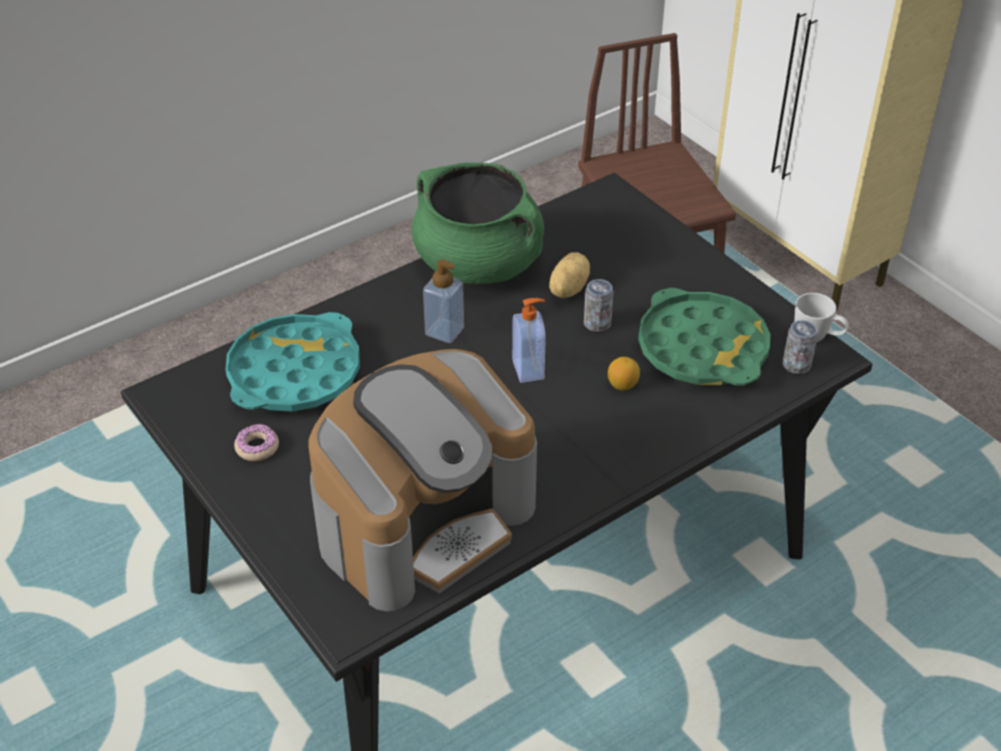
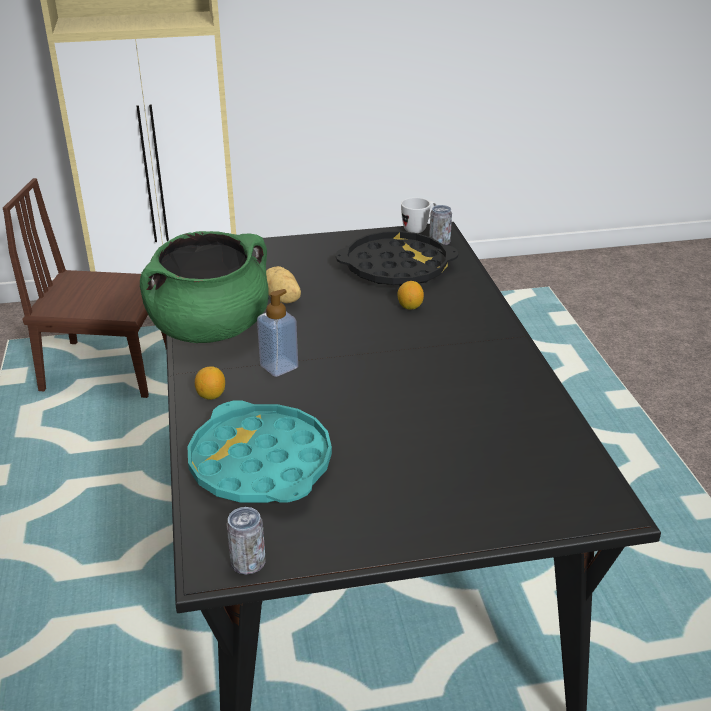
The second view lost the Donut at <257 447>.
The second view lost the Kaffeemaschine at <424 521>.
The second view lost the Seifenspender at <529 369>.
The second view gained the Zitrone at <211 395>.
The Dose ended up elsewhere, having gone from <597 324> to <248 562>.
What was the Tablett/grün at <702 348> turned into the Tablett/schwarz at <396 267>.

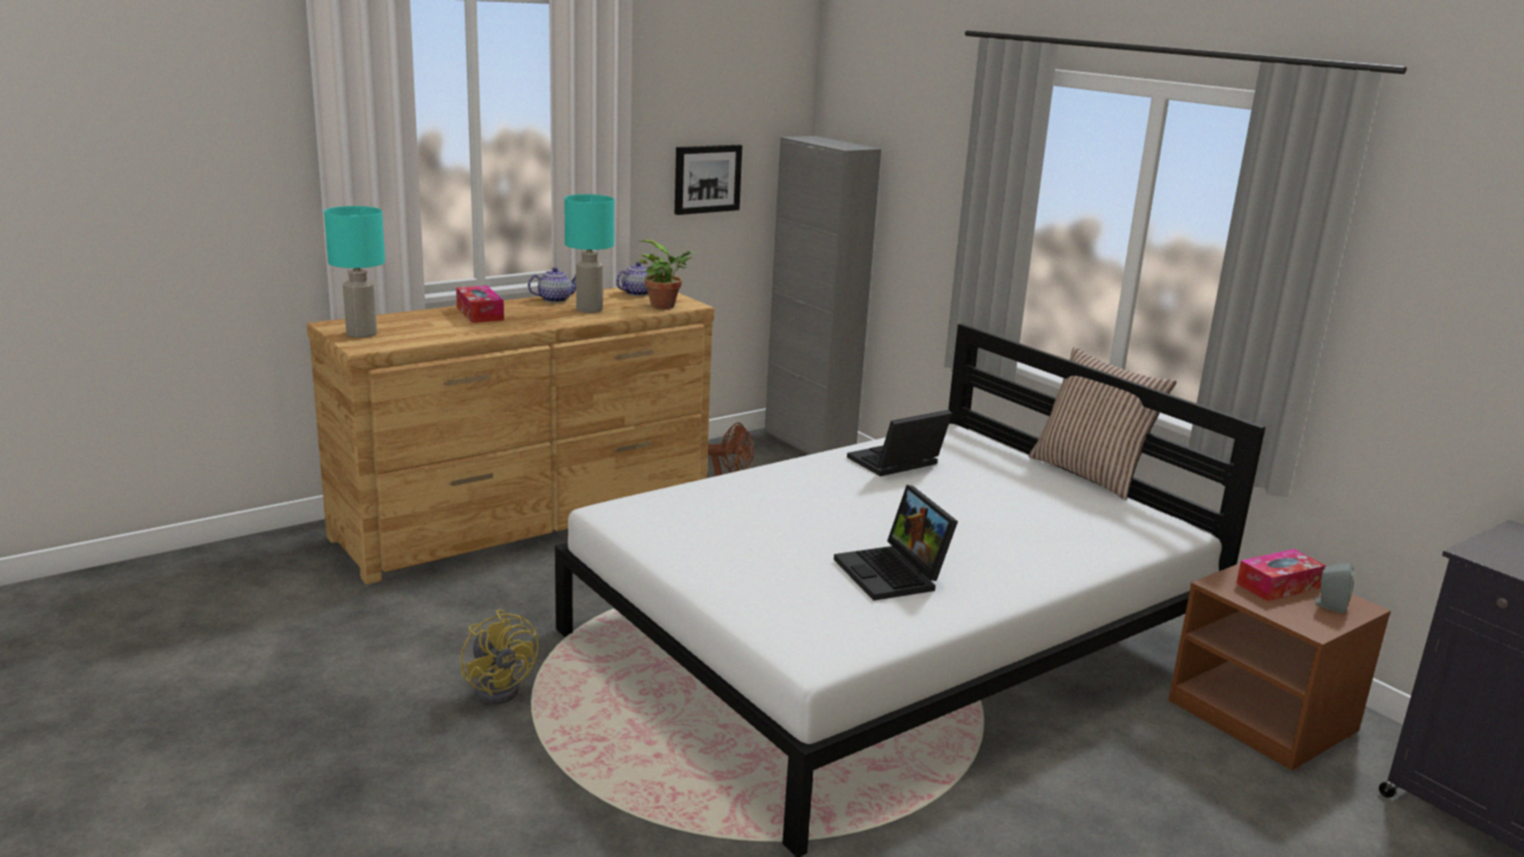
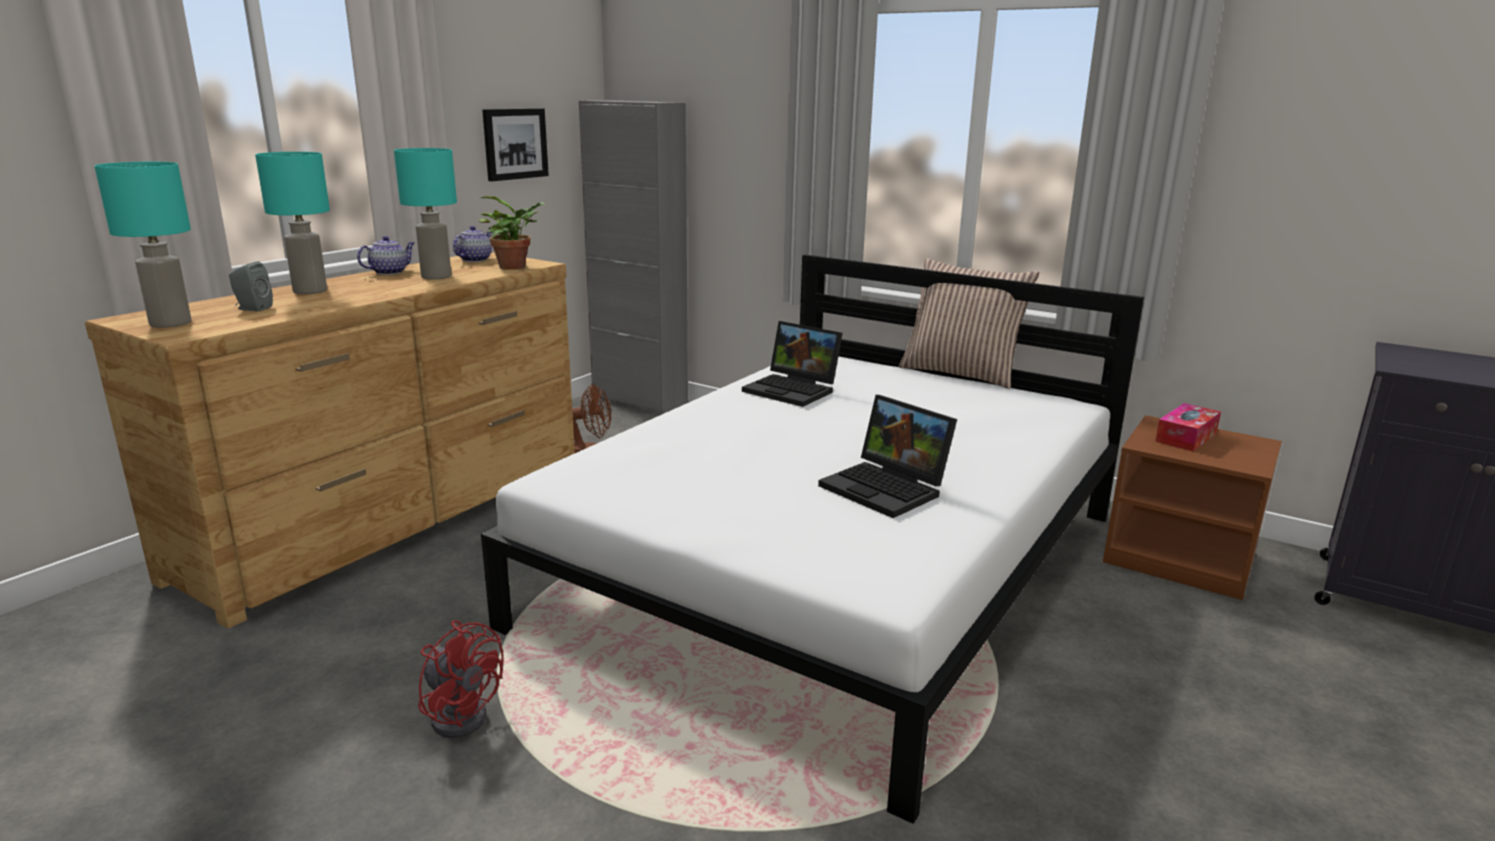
The Lautsprecher/grau ended up elsewhere, having gone from <1329 606> to <252 308>.
Where the Taschentuchbox stood at <480 313>, the Tischlampe/türkis came to stand at <311 291>.
What was the Ventilator/gelb at <501 687> turned into the Ventilator/rot at <461 713>.
The Laptop at <895 464> ended up facing another way, 90 degrees counterclockwise from before.

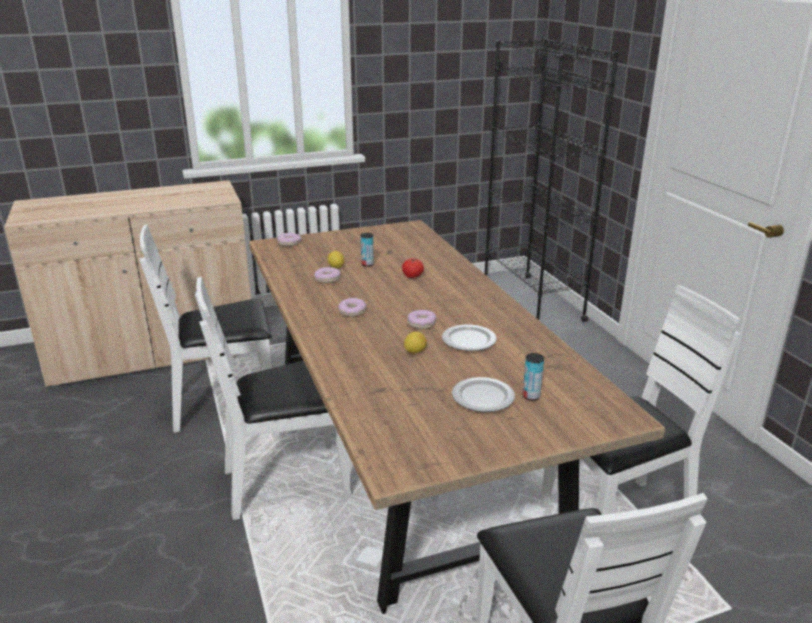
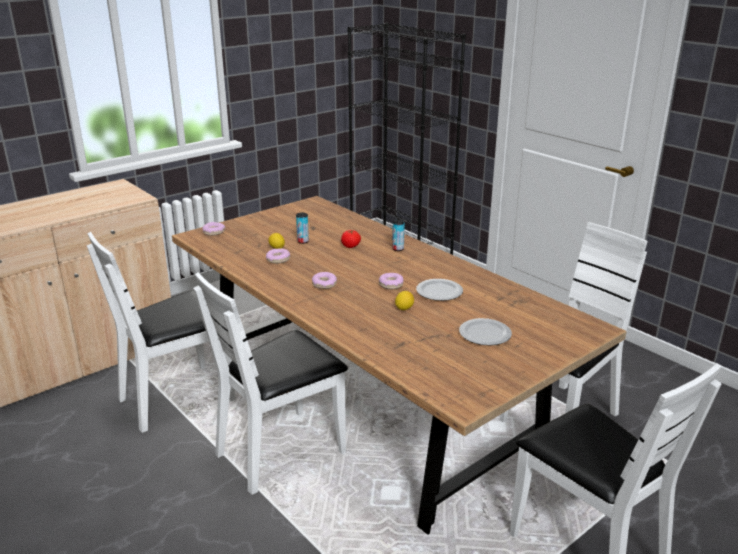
The Dose ended up elsewhere, having gone from <531 396> to <398 249>.

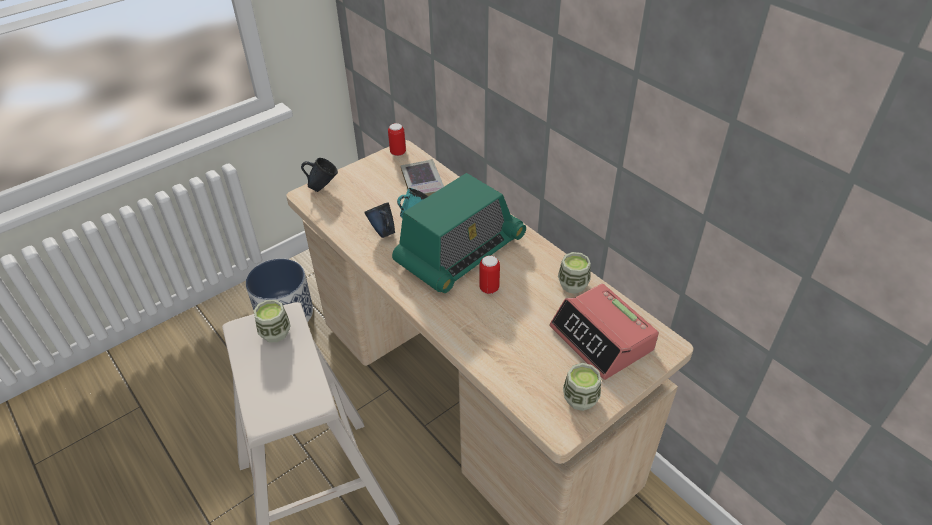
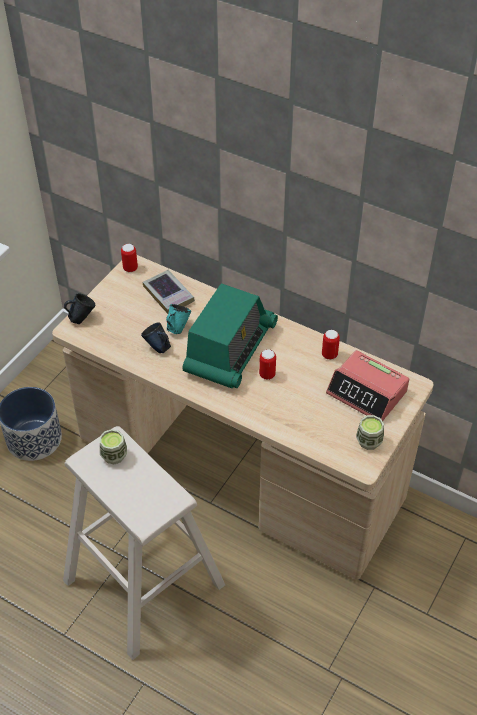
Where the Tasse stood at <573 284>, the Dose came to stand at <329 355>.

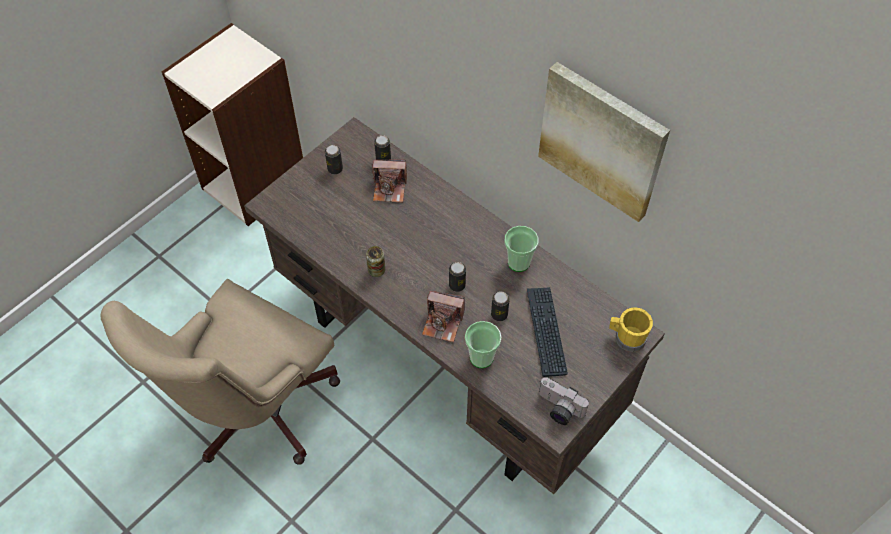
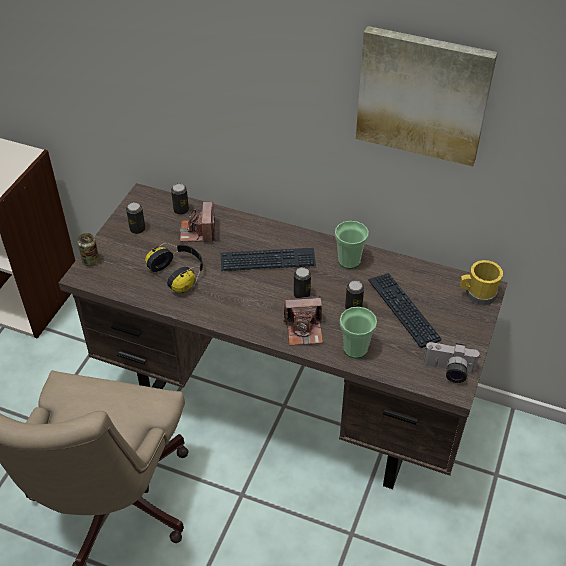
The second view gained the Kopfhörer at <179 273>.
The second view gained the Tastatur at <268 261>.
The Dose ended up elsewhere, having gone from <376 270> to <91 261>.
The Kamera at <390 188> ended up facing another way, 105 degrees clockwise from before.

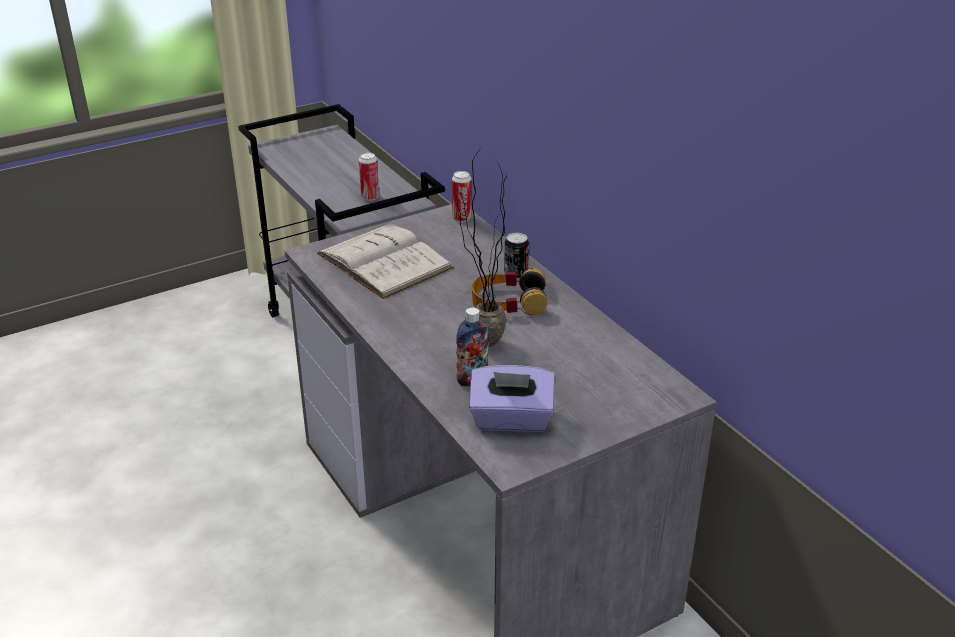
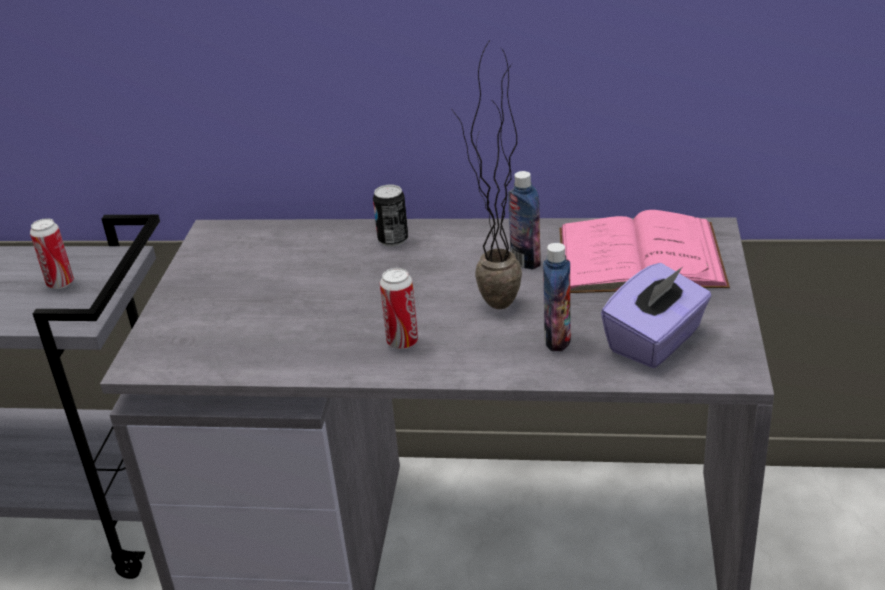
The second view lost the Buch/weiß at <384 261>.
The second view lost the Kopfhörer at <508 302>.
The second view gained the Flasche at <525 261>.
The second view gained the Buch/rosa at <640 257>.
The Dose ended up elsewhere, having gone from <462 218> to <402 342>.

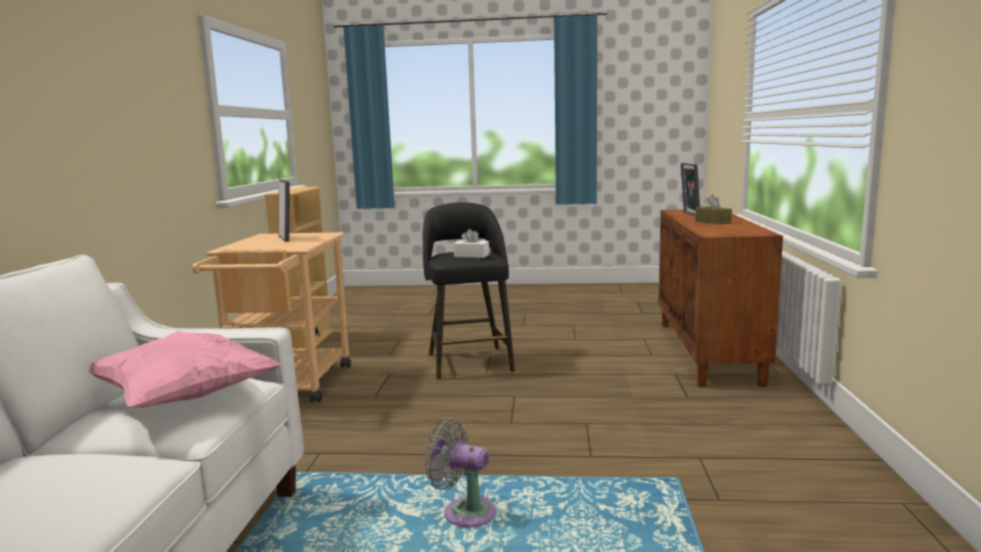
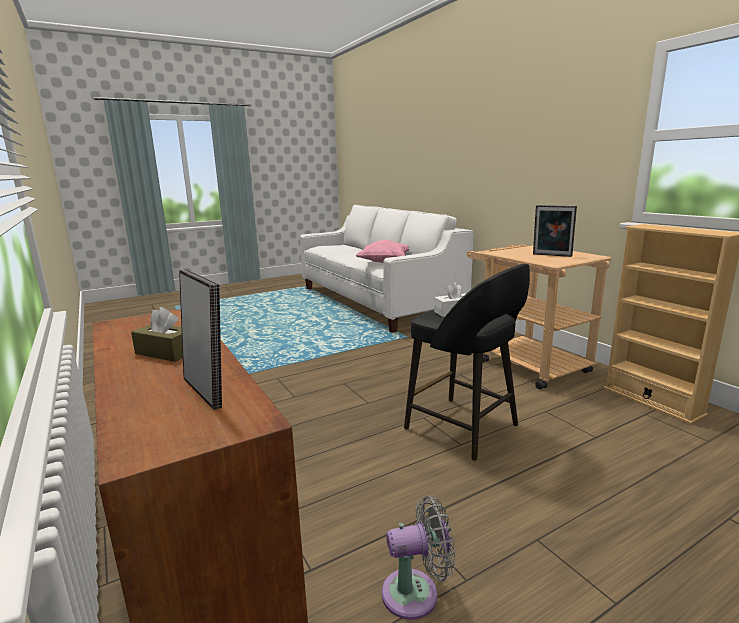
The Ventilator/grau ended up elsewhere, having gone from <464 512> to <416 593>.

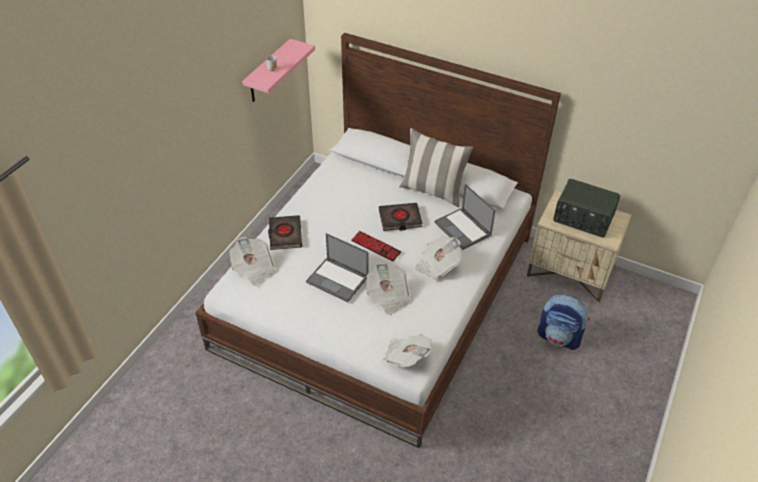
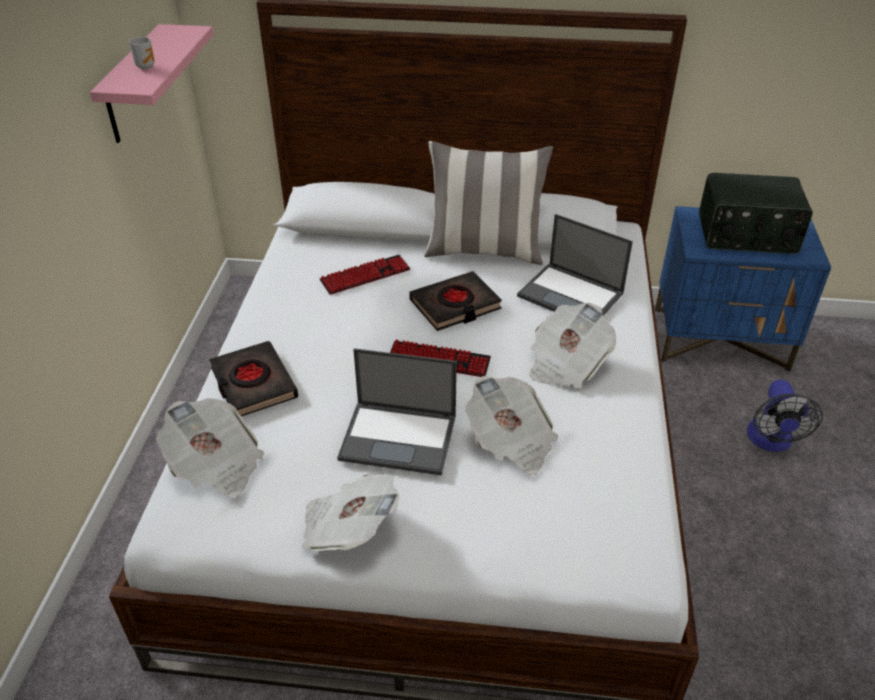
The second view gained the Tastatur at <365 276>.
The Zeitung ended up elsewhere, having gone from <406 357> to <348 529>.
Where the Rucksack stood at <559 337>, the Ventilator came to stand at <771 441>.
What was the Nachttisch/beige at <570 272> turned into the Nachttisch/blau at <720 339>.

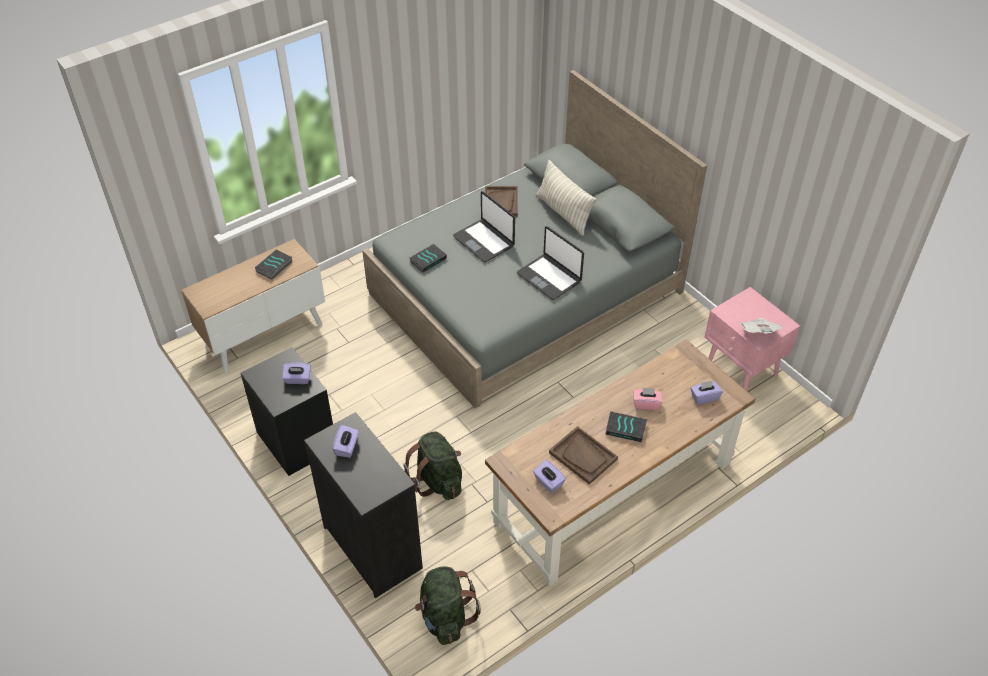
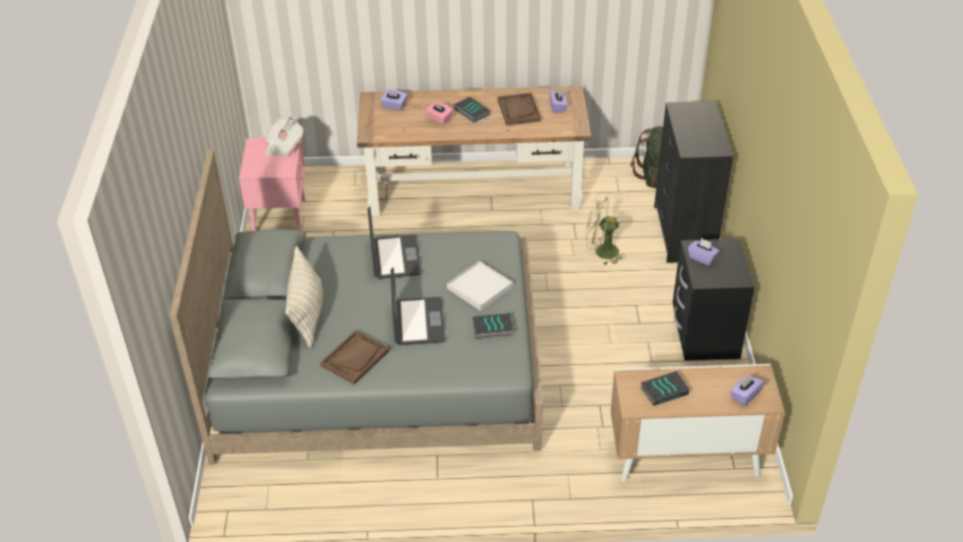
The second view gained the Tablett/weiß at <479 288>.
The Taschentuchbox/lila ended up elsewhere, having gone from <347 447> to <745 396>.
Where the Rucksack/grün stood at <438 480>, the Ventilator/grün came to stand at <601 252>.

